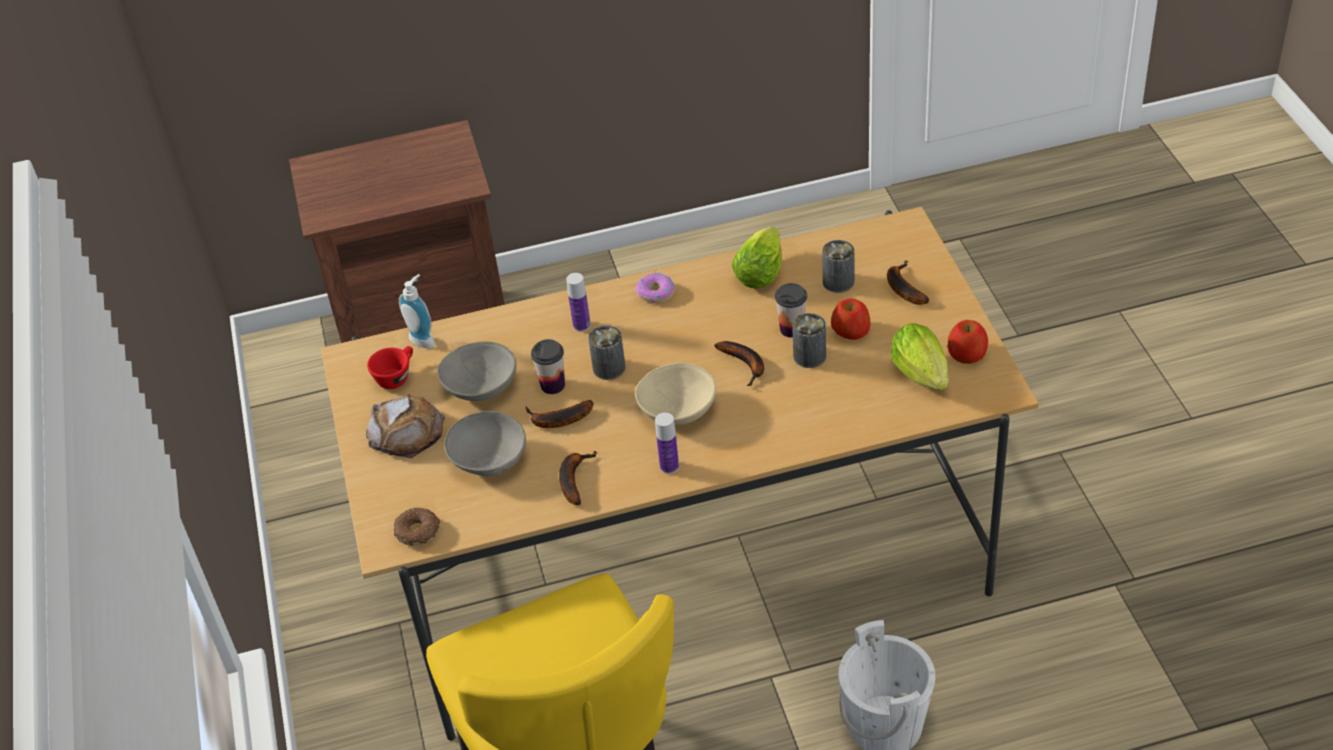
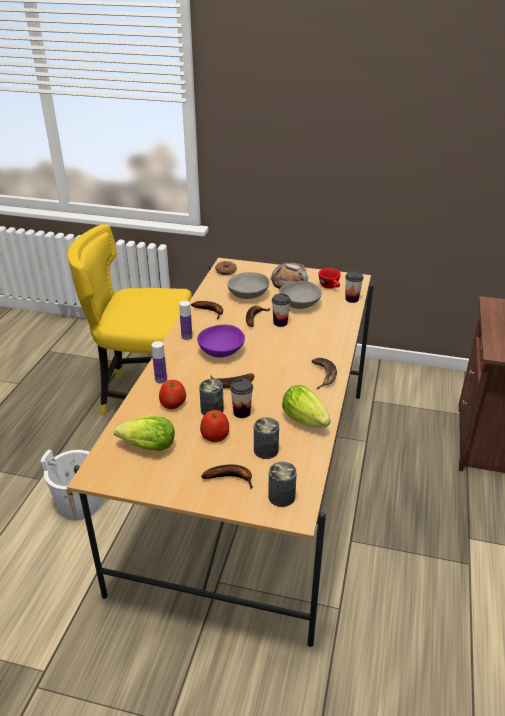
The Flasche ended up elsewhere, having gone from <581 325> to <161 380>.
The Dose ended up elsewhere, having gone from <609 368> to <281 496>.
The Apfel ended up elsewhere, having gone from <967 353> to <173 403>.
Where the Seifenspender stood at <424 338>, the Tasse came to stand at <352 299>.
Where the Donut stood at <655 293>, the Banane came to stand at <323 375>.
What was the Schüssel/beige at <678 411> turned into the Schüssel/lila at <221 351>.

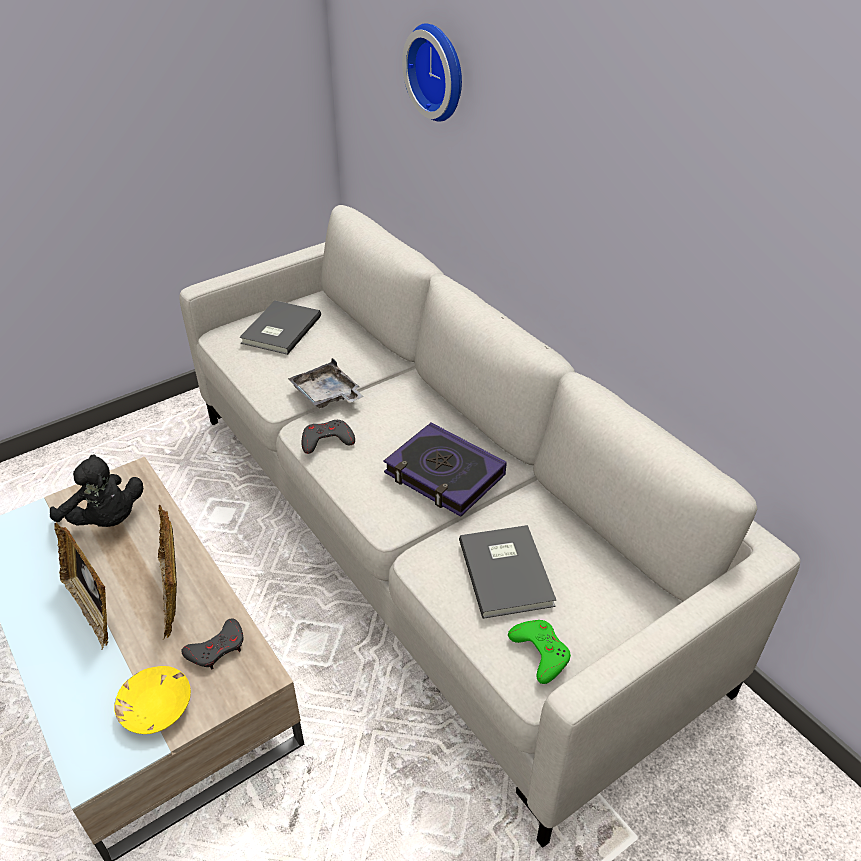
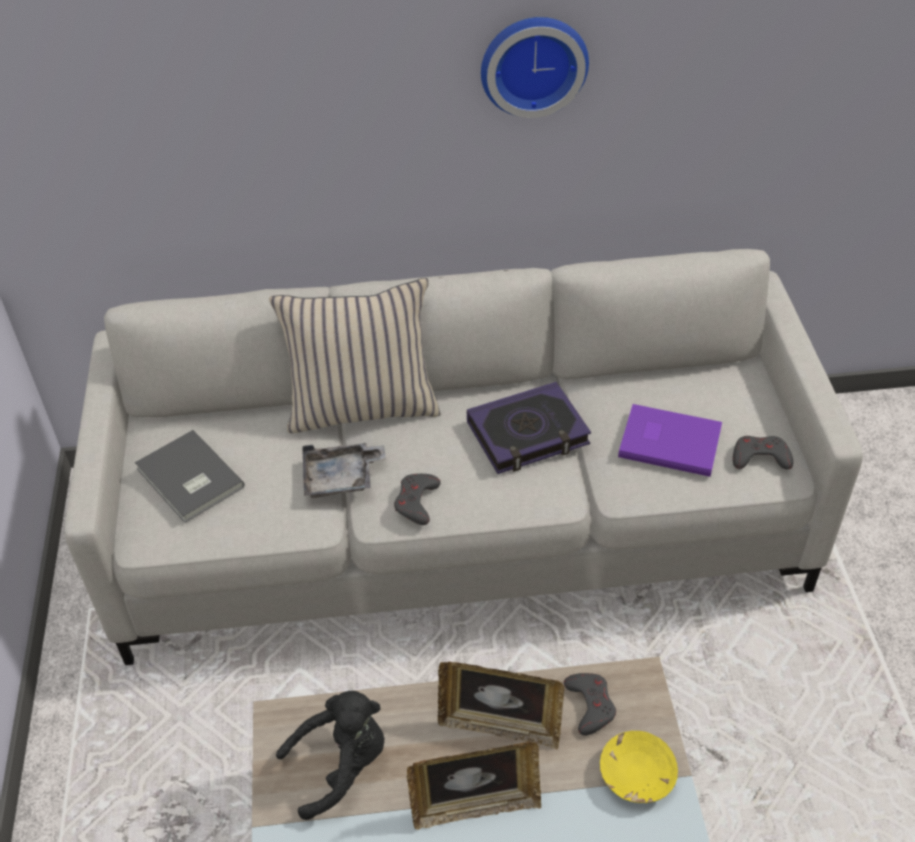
The second view gained the Kissen/beige at <362 407>.
The Wanduhr ended up elsewhere, having gone from <439 72> to <533 63>.
What was the Buch/grau at <507 571> turned into the Buch/lila at <668 440>.
What was the Gamepad/grün at <540 652> turned into the Gamepad/grau at <760 457>.

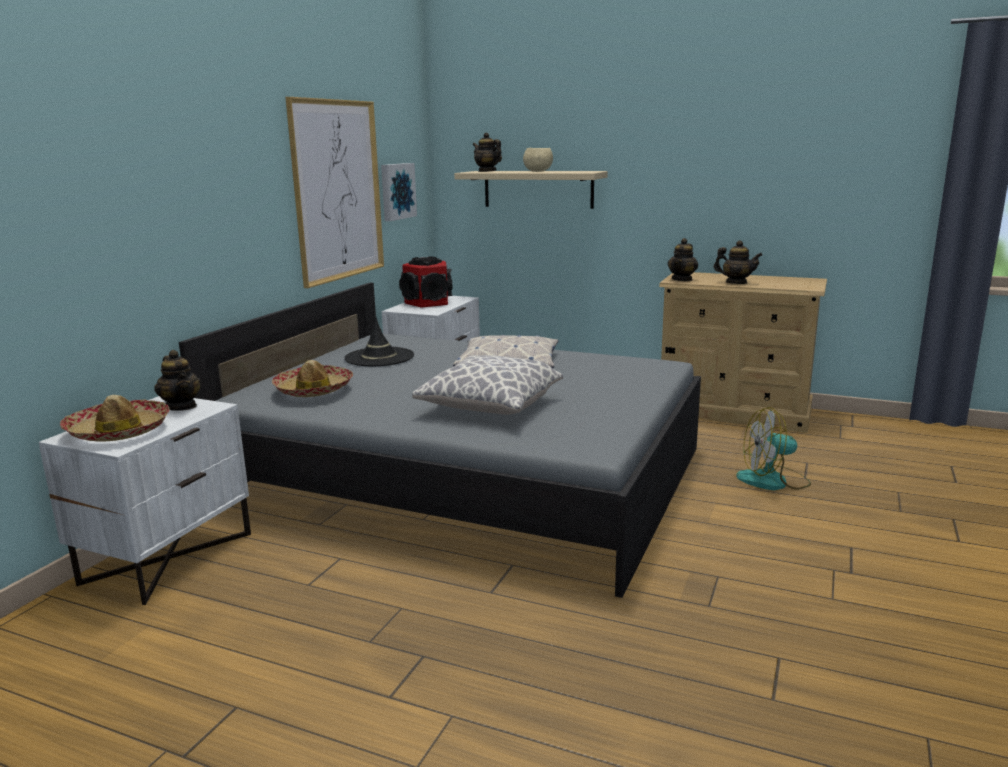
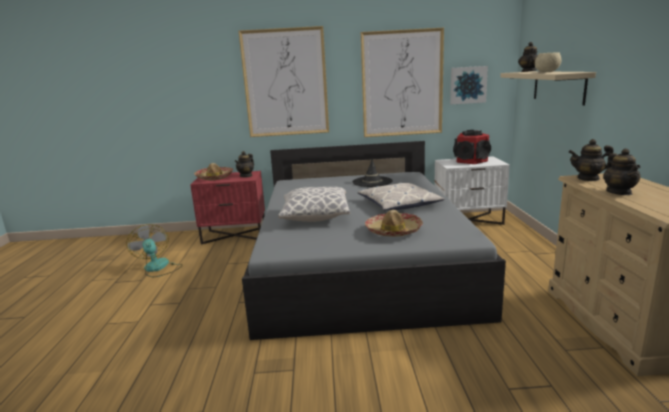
The second view gained the Bild at <285 83>.
The Hut ended up elsewhere, having gone from <313 390> to <393 231>.
The Ventilator ended up elsewhere, having gone from <773 481> to <158 268>.
What was the Nachttisch/weiß at <167 557> turned into the Nachttisch/rot at <235 235>.

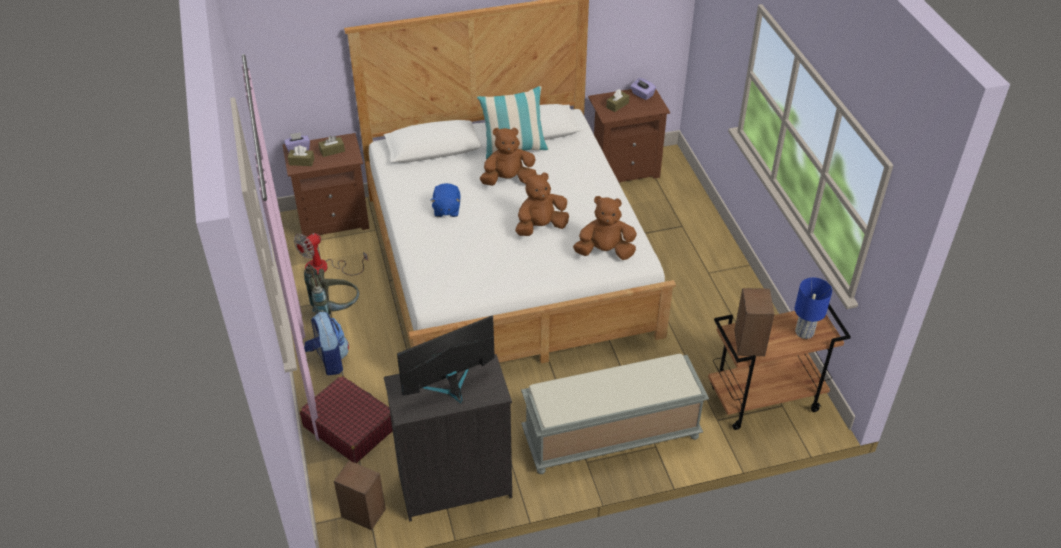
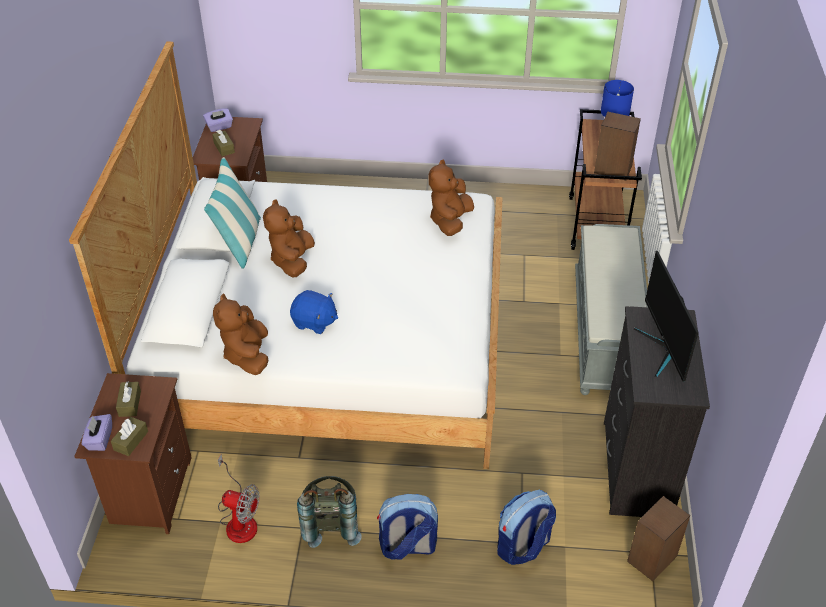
The Plüschtier/braun ended up elsewhere, having gone from <540 227> to <247 355>.
Where the Koffer/rot stood at <349 427>, the Rucksack came to stand at <523 546>.
The Ventilator at <325 268> ended up facing another way, 45 degrees counterclockwise from before.

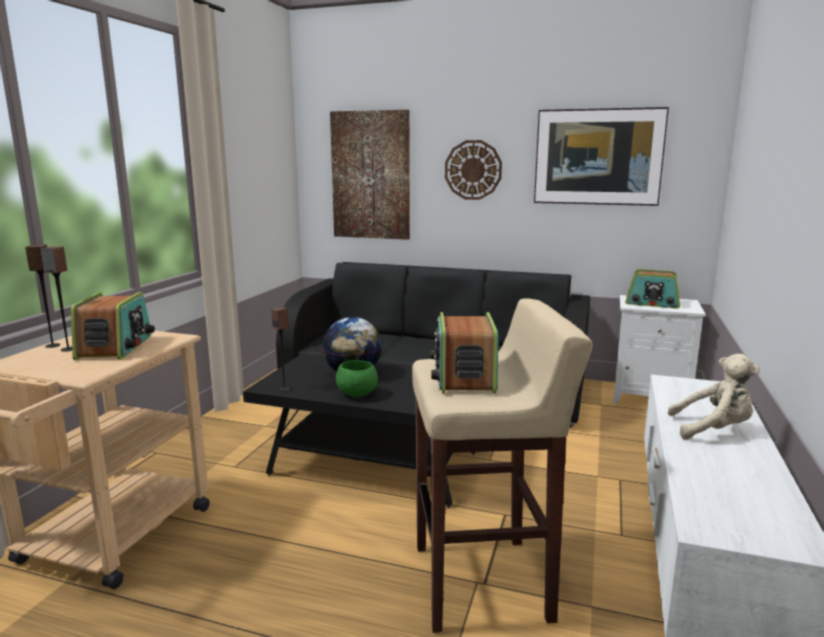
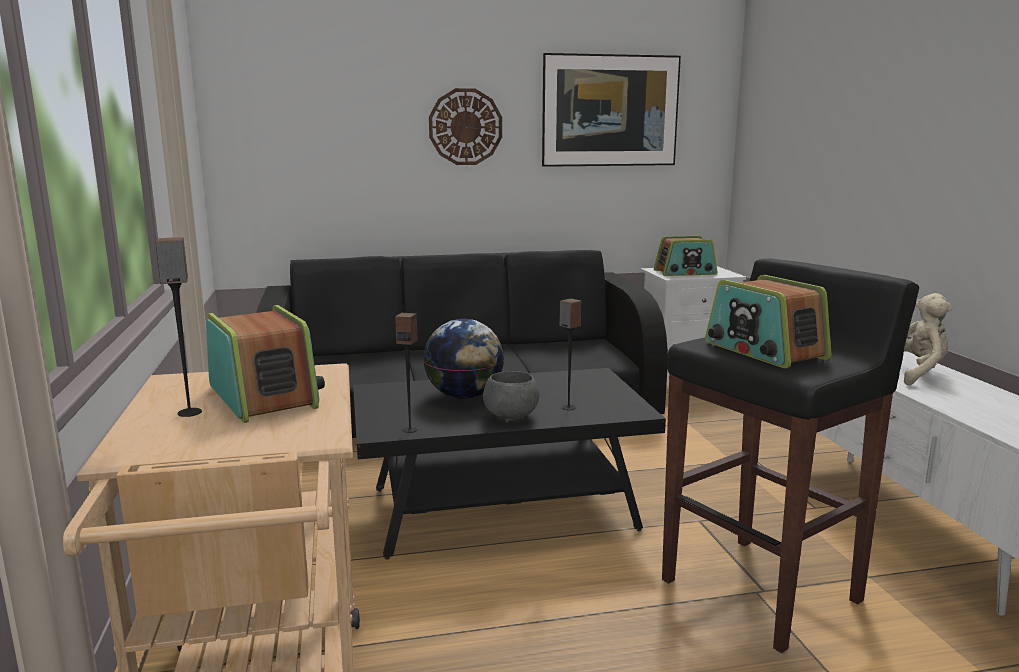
The second view lost the Bild at <371 175>.
The Lautsprecher ended up elsewhere, having gone from <52 345> to <568 408>.
What was the Schüssel/grün at <356 395> turned into the Schüssel/grau at <511 417>.
What was the Hocker/beige at <483 583> turned into the Hocker/schwarz at <763 590>.

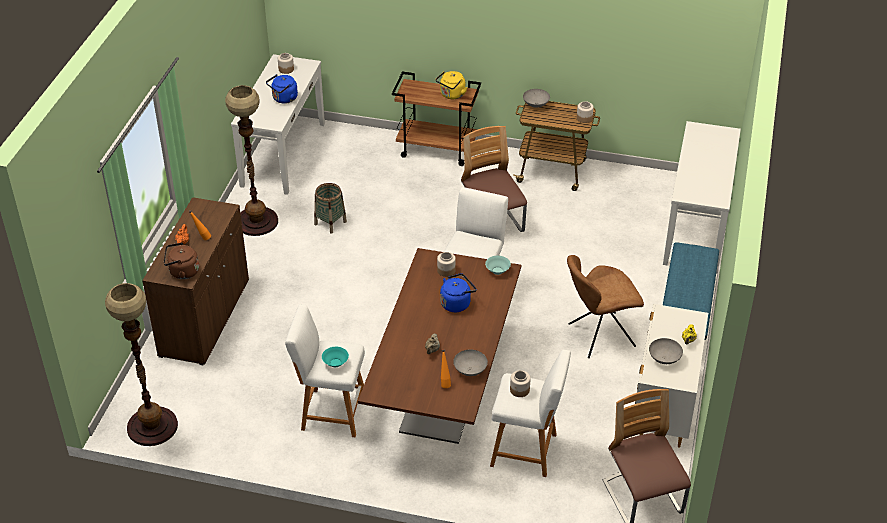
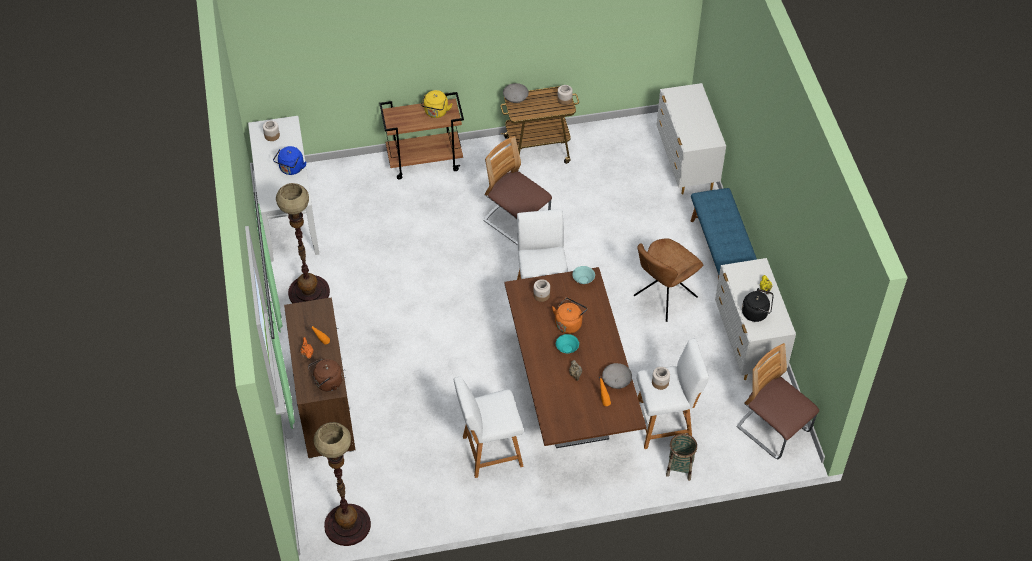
The Korb ended up elsewhere, having gone from <330 223> to <679 468>.
The Schüssel/türkis ended up elsewhere, having gone from <335 362> to <567 348>.
Where the Schüssel/grau stood at <664 359>, the Wasserkessel/schwarz came to stand at <756 313>.
Where the Konsolentisch/weiß stood at <697 228>, the Kommode/weiß came to stand at <686 165>.
What was the Wasserkessel/blau at <457 303> turned into the Wasserkessel/orange at <569 323>.

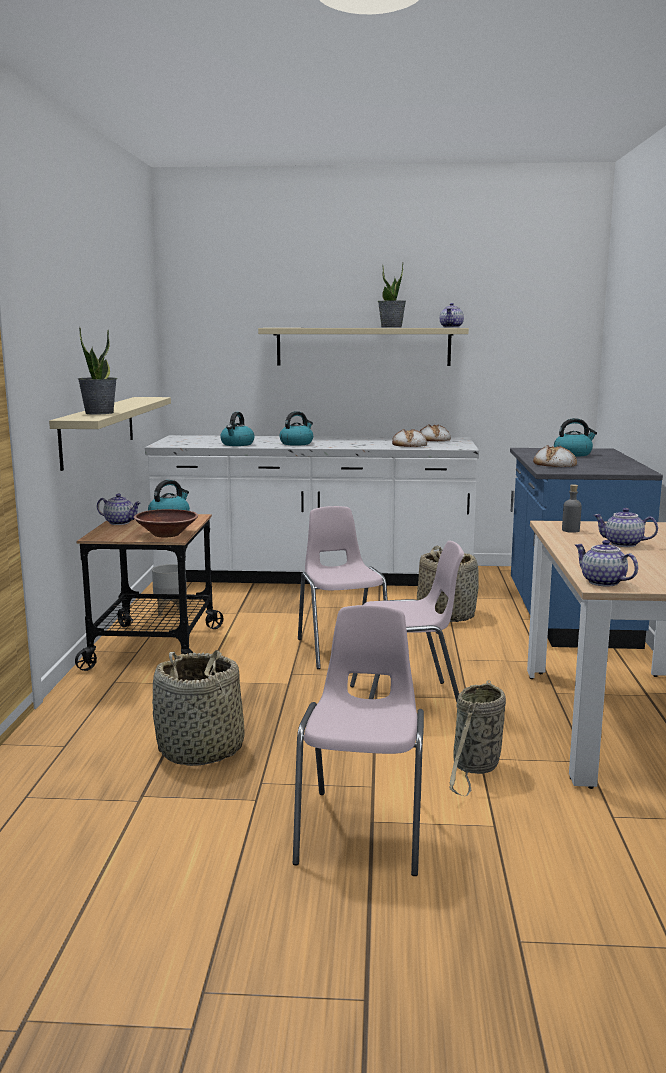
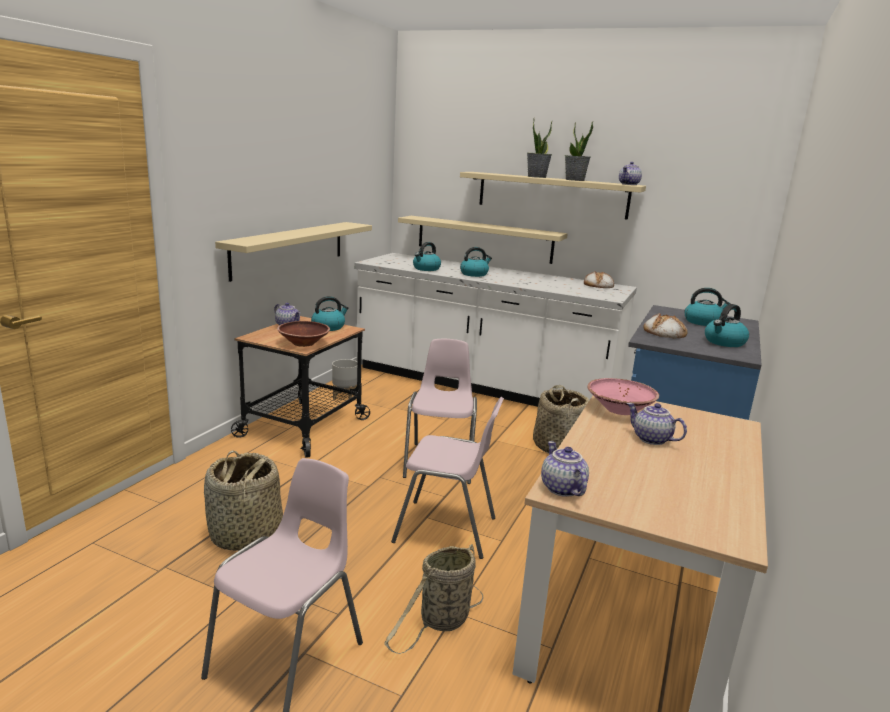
The second view lost the Brot at <409 445>.
The second view gained the Wandregal/beige at <484 239>.
The second view gained the Wasserkessel at <724 342>.
The Topfpflanze ended up elsewhere, having gone from <99 413> to <536 177>.
Where the Flasche/grau stood at <570 530>, the Schüssel/rosa came to stand at <619 410>.

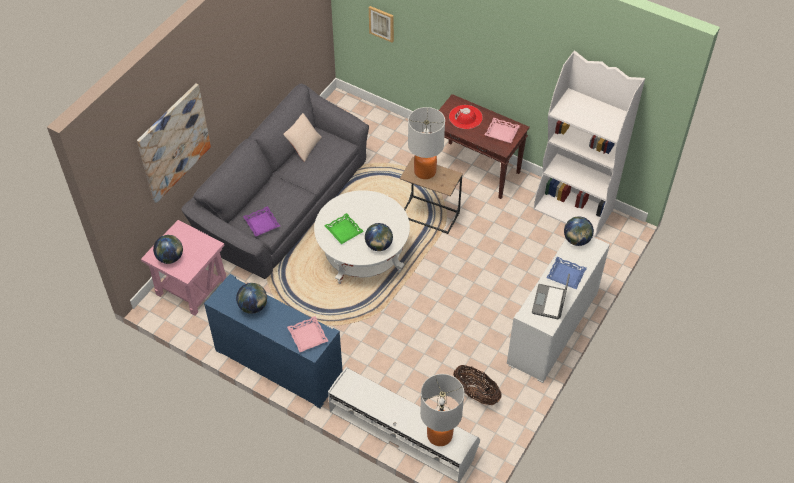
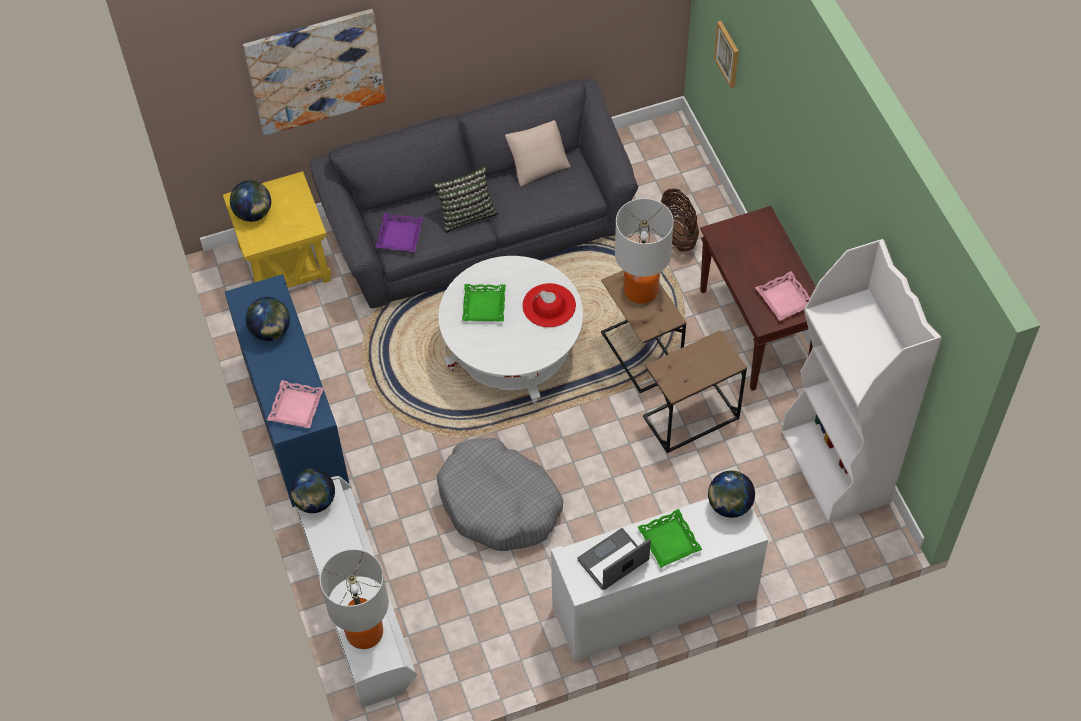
The second view gained the Kissen at <466 214>.
The second view gained the Hundebett/grau at <499 503>.
The second view gained the Beistelltisch/braun at <691 417>.
The Globus ended up elsewhere, having gone from <378 246> to <315 501>.
The Hut/rot ended up elsewhere, having gone from <465 117> to <549 305>.
The Korb ended up elsewhere, having gone from <476 393> to <677 233>.
What was the Beistelltisch/rosa at <191 286> turned into the Beistelltisch/gelb at <286 264>.
What was the Tablett/blau at <566 275> turned into the Tablett/grün at <669 541>.

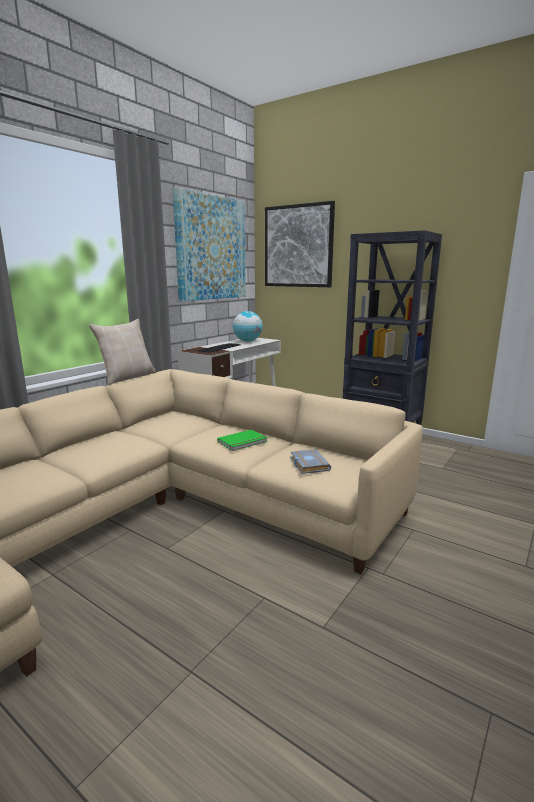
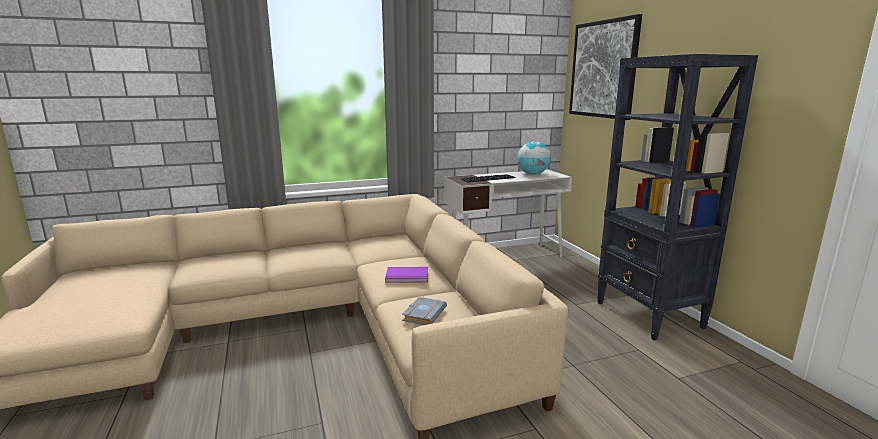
The second view lost the Kissen/beige at <127 377>.
The second view lost the Bild at <211 248>.
What was the Buch/grün at <243 442> turned into the Buch/lila at <407 277>.

